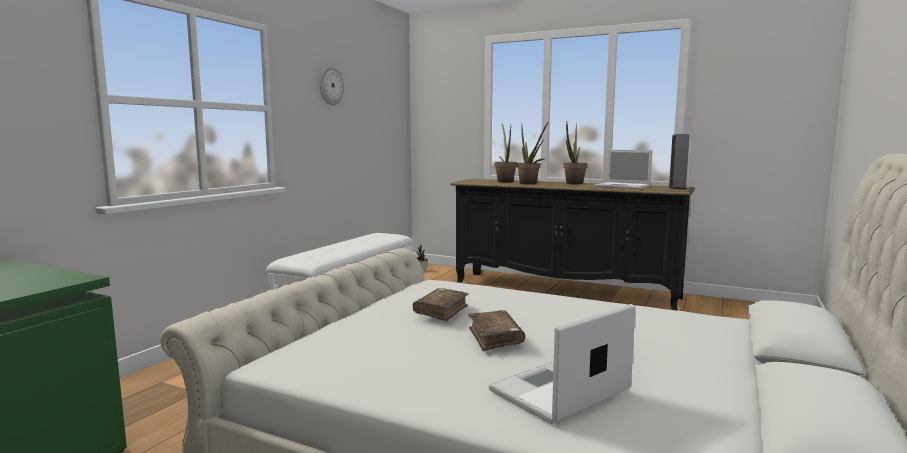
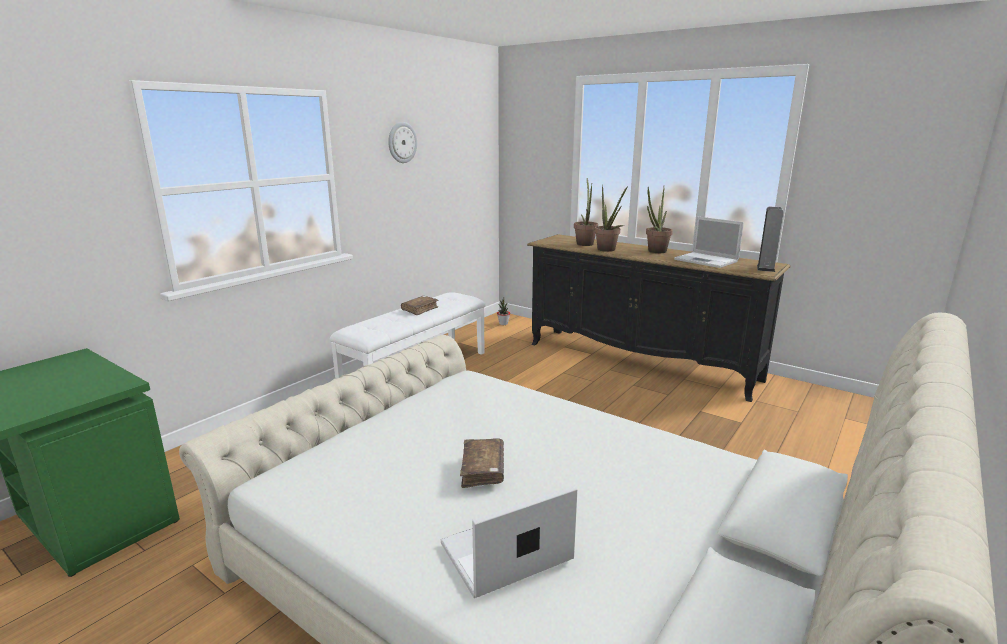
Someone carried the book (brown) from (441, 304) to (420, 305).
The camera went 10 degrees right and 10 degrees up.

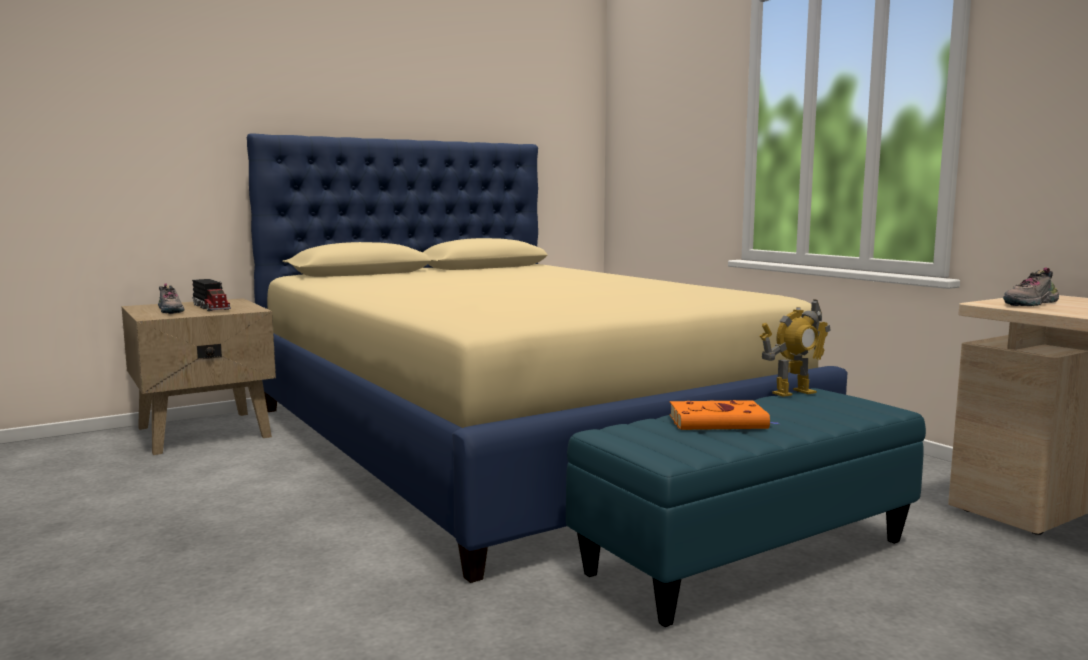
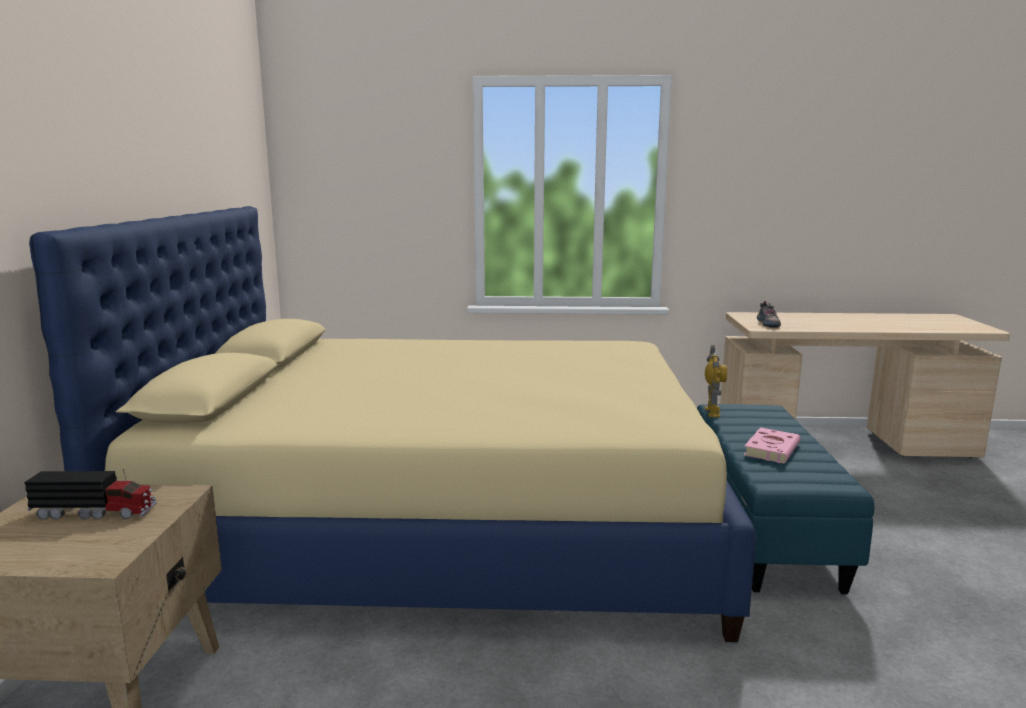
Someone took away the shoe at (171, 298).
Someone repainted the book (orange) at (724, 415), which became the book (pink) at (772, 445).
The camera went 55 degrees left and 5 degrees up.

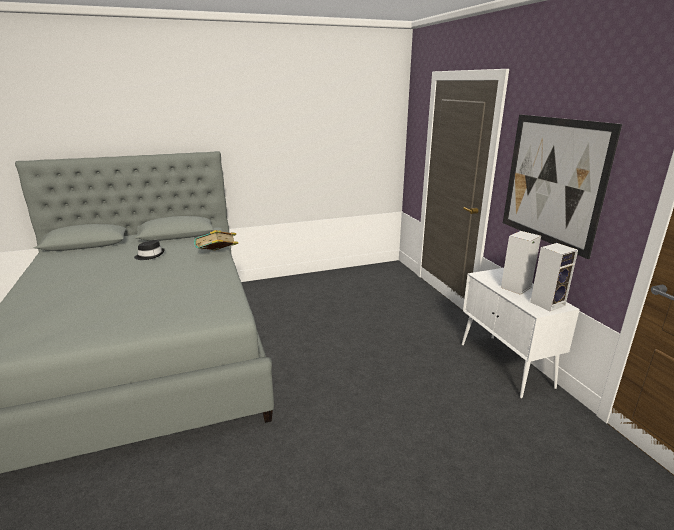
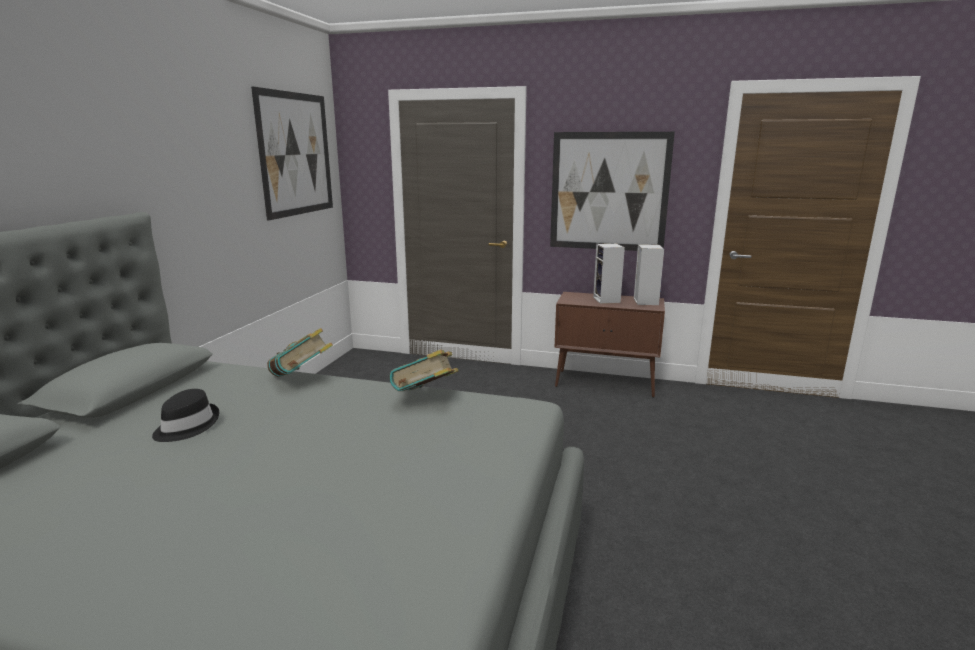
Someone repainted the cabinet (white) at (520, 333), which became the cabinet (brown) at (609, 345).
Someone put up the picture at (292, 154).
Someone put down the book at (424, 370).
The camera went 55 degrees left and 5 degrees down.

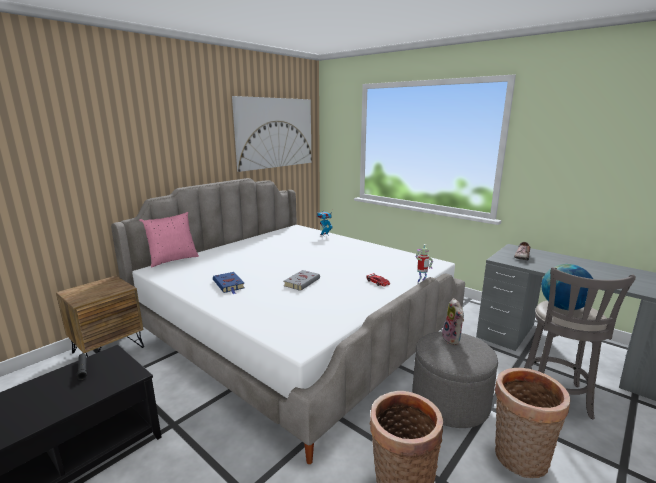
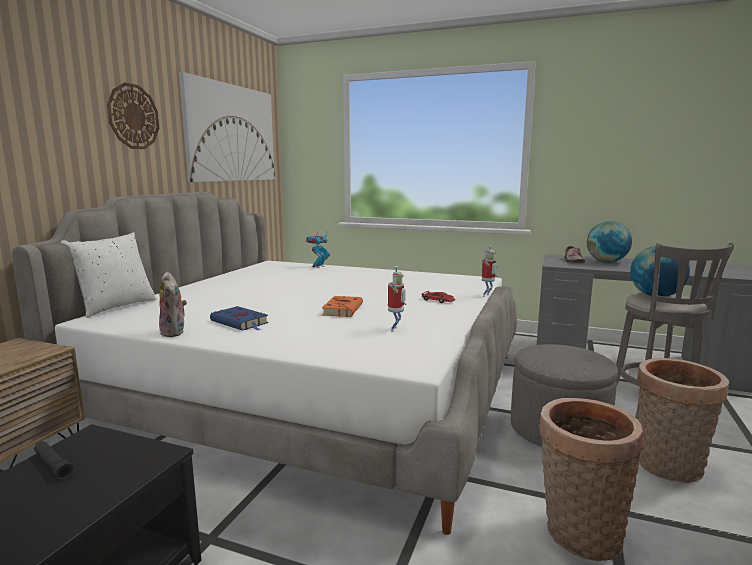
Someone repainted the pillow (pink) at (169, 240), which became the pillow (white) at (109, 275).
Someone repainted the book (grey) at (302, 280), which became the book (orange) at (342, 306).
Someone carried the plush toy from (453, 321) to (173, 304).
Someone put up the wall clock at (133, 115).
Someone put down the globe at (609, 242).
Someone put down the toy robot at (397, 299).
The camera went 20 degrees left and 5 degrees down.

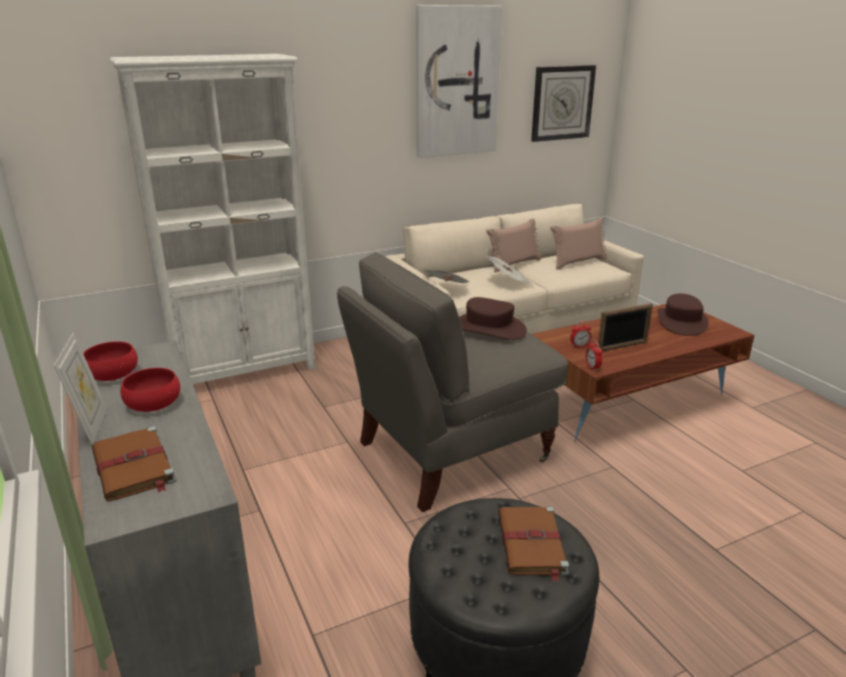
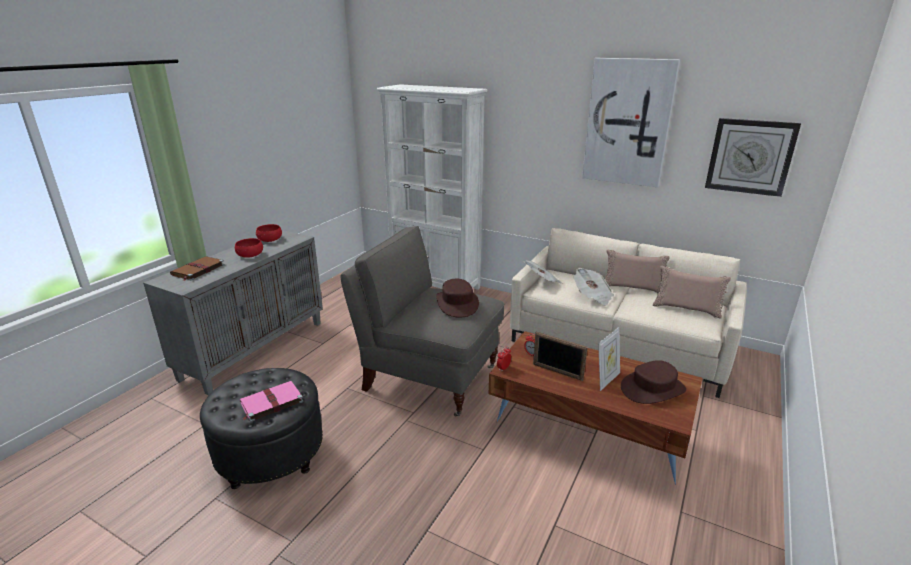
Someone carried the picture frame from (80, 389) to (609, 359).
Someone repainted the book (brown) at (533, 544), which became the book (pink) at (271, 401).
The camera went 55 degrees right and 0 degrees up.

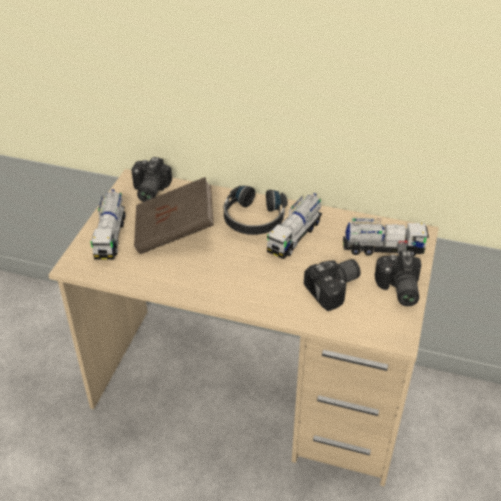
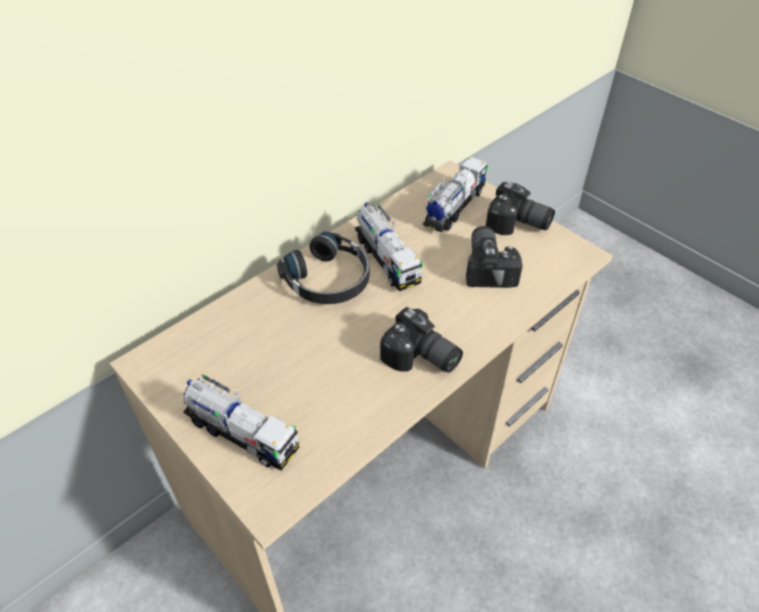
Someone carried the photo camera from (152, 179) to (421, 340).
Someone took away the book (brown) at (174, 215).
The camera went 60 degrees left and 5 degrees up.

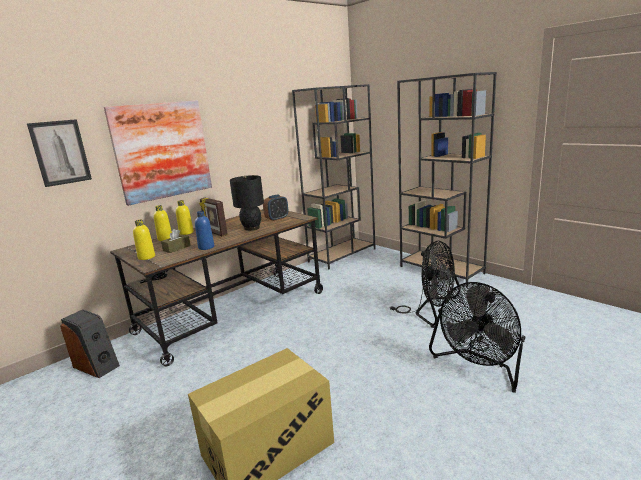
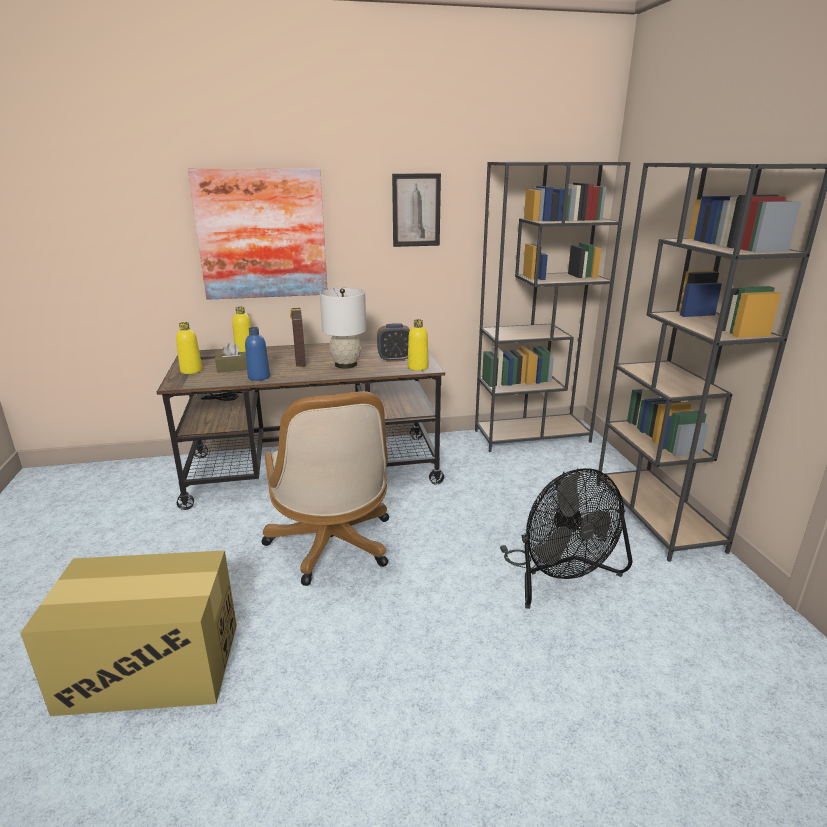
Someone carried the picture from (59, 153) to (416, 210).
Someone repainted the table lamp (black) at (247, 203), which became the table lamp (white) at (343, 328).
Someone carried the bottle (yellow) from (185, 217) to (418, 345).
Someone took away the fan (black) at (477, 337).
Someone took away the speaker at (90, 344).
Someone put down the office chair at (325, 488).
The camera went 30 degrees right and 5 degrees up.

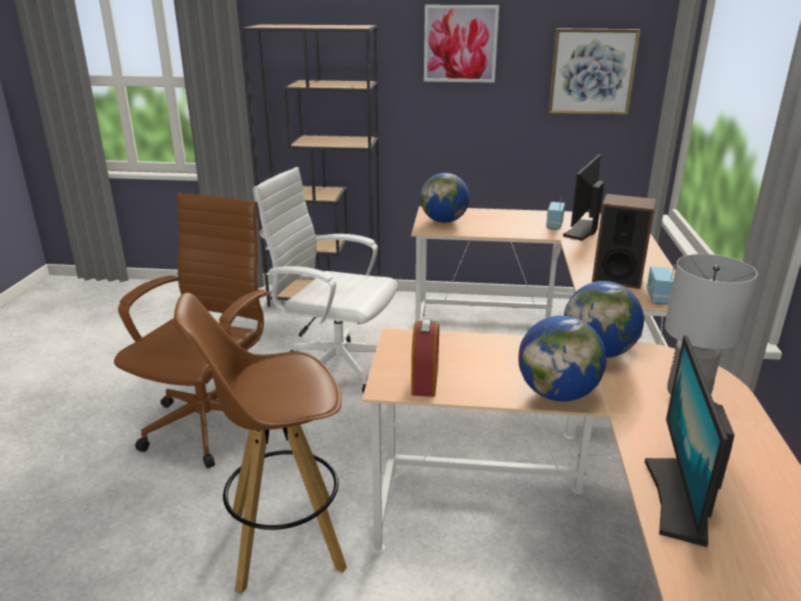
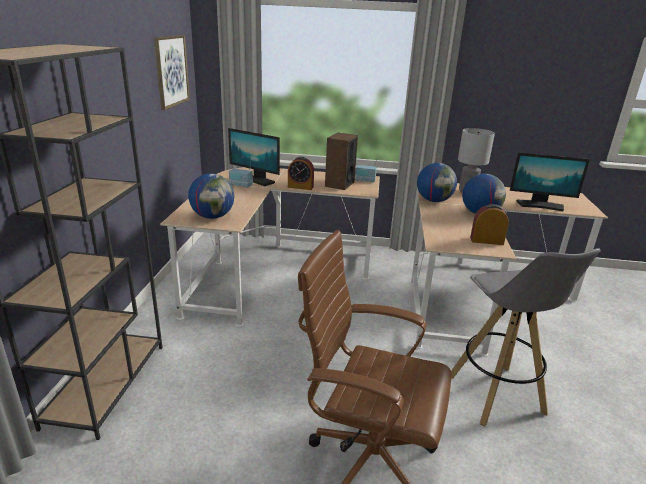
Someone took away the picture at (461, 44).
Someone took away the office chair (white) at (325, 280).
Someone repainted the stool (brown) at (260, 443), which became the stool (grey) at (526, 337).
Someone put down the alarm clock at (301, 173).
The camera went 90 degrees left and 0 degrees up.

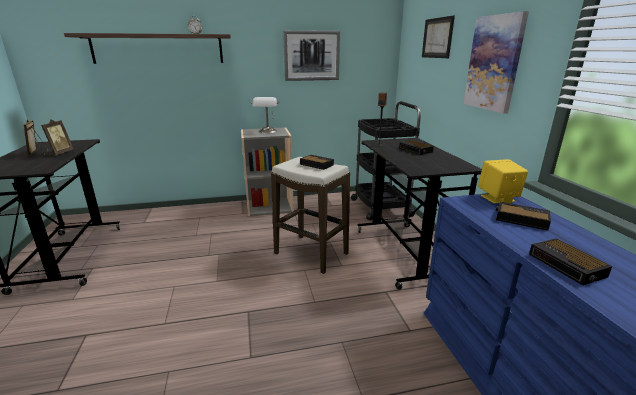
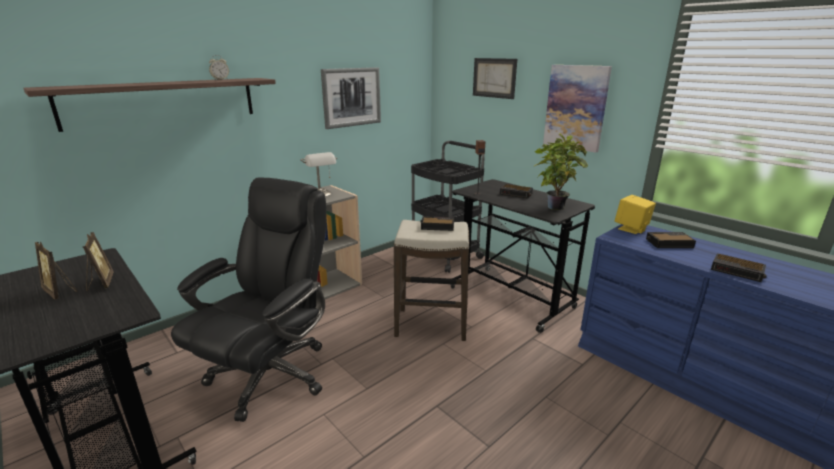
Someone put down the potted plant at (560, 172).
Someone put down the office chair (black) at (249, 299).
The camera went 30 degrees left and 0 degrees up.

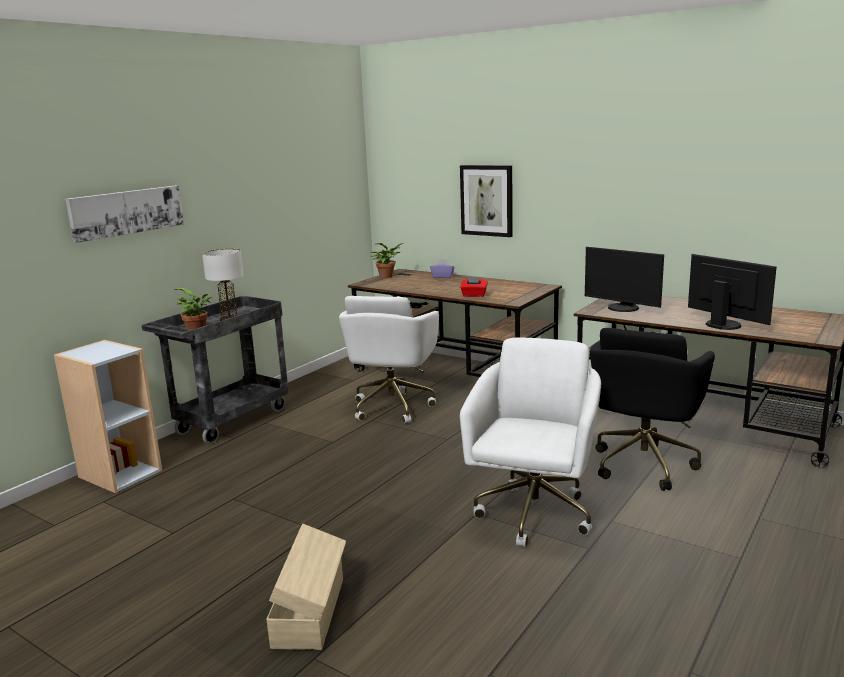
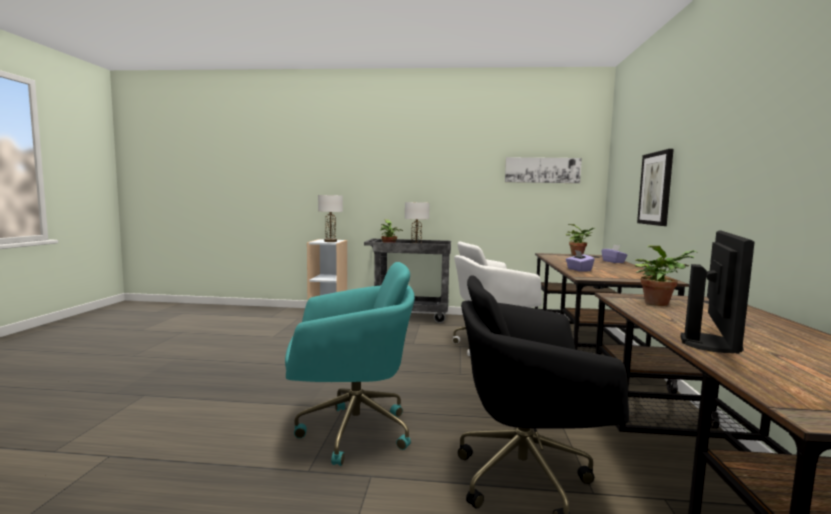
Someone carried the picture from (125, 214) to (543, 170).
Someone swapped the monitor at (624, 279) for the potted plant at (666, 275).
Someone repainted the tissue box (red) at (474, 286), which became the tissue box (purple) at (580, 261).
Someone repainted the office chair (white) at (530, 442), which became the office chair (turquoise) at (350, 364).
Someone took away the storage box (beige) at (306, 587).
Someone put down the table lamp at (330, 218).
The camera went 60 degrees right and 10 degrees down.

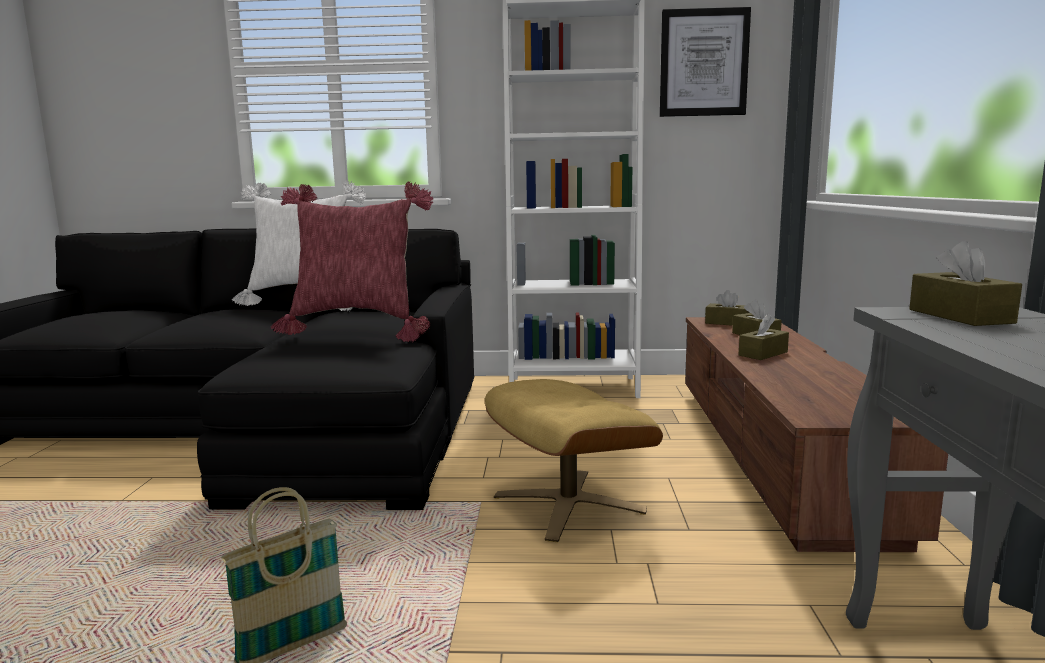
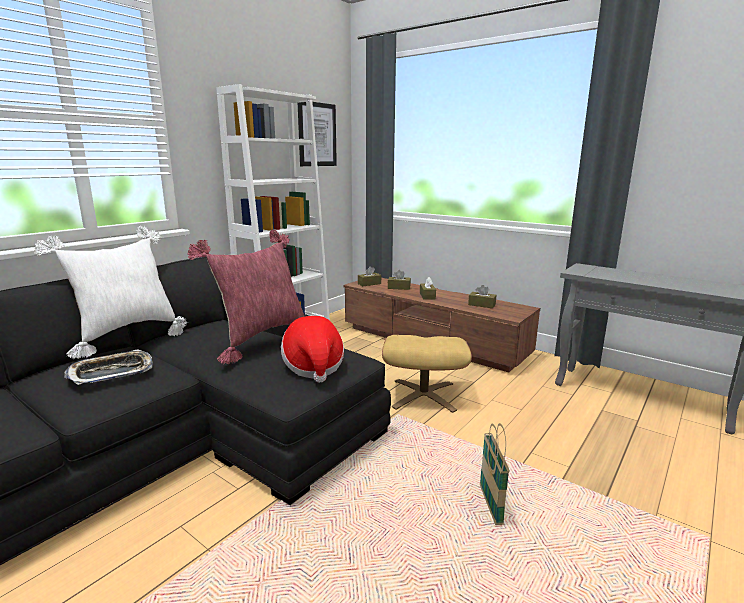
Someone carried the tissue box (brown) from (965, 283) to (482, 296).
Someone put down the hat at (312, 349).
Someone put down the tray at (108, 367).
The camera went 55 degrees left and 5 degrees up.

